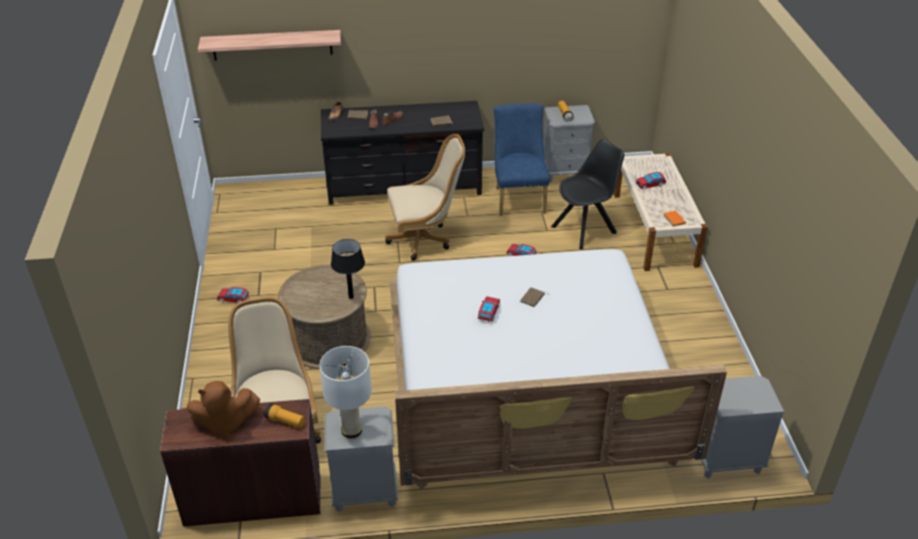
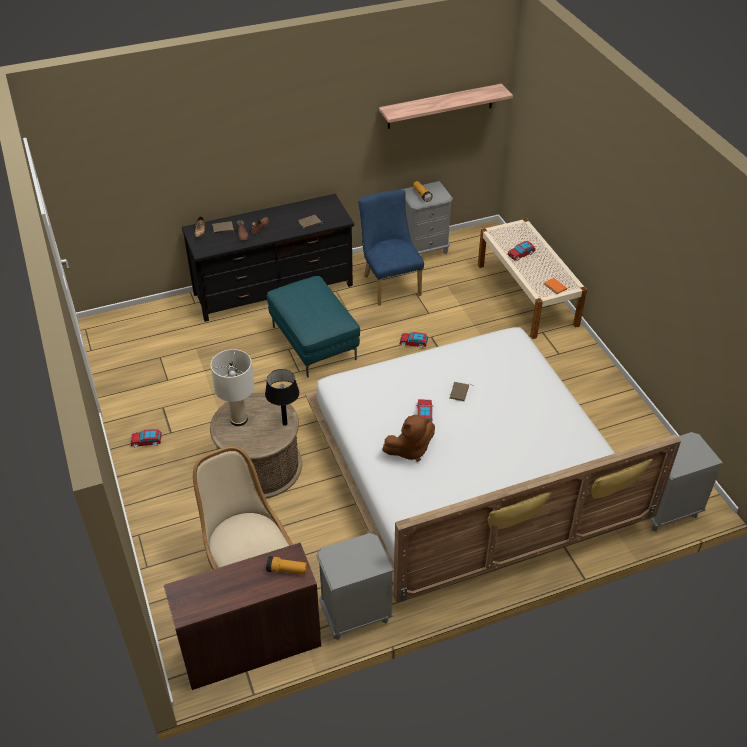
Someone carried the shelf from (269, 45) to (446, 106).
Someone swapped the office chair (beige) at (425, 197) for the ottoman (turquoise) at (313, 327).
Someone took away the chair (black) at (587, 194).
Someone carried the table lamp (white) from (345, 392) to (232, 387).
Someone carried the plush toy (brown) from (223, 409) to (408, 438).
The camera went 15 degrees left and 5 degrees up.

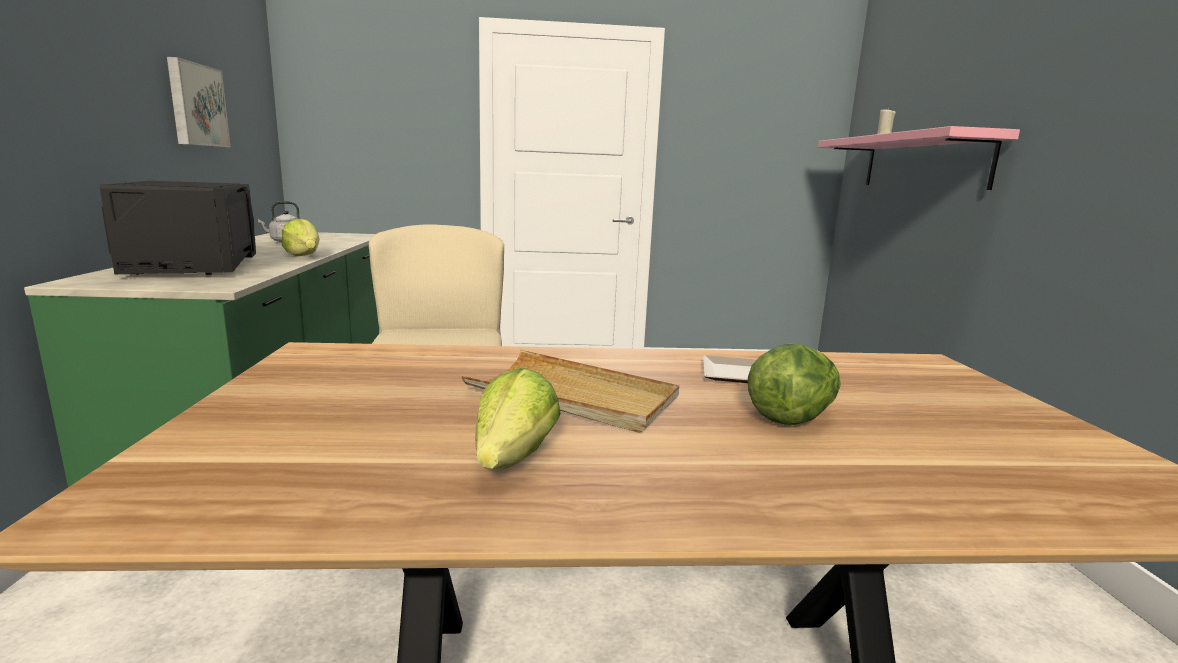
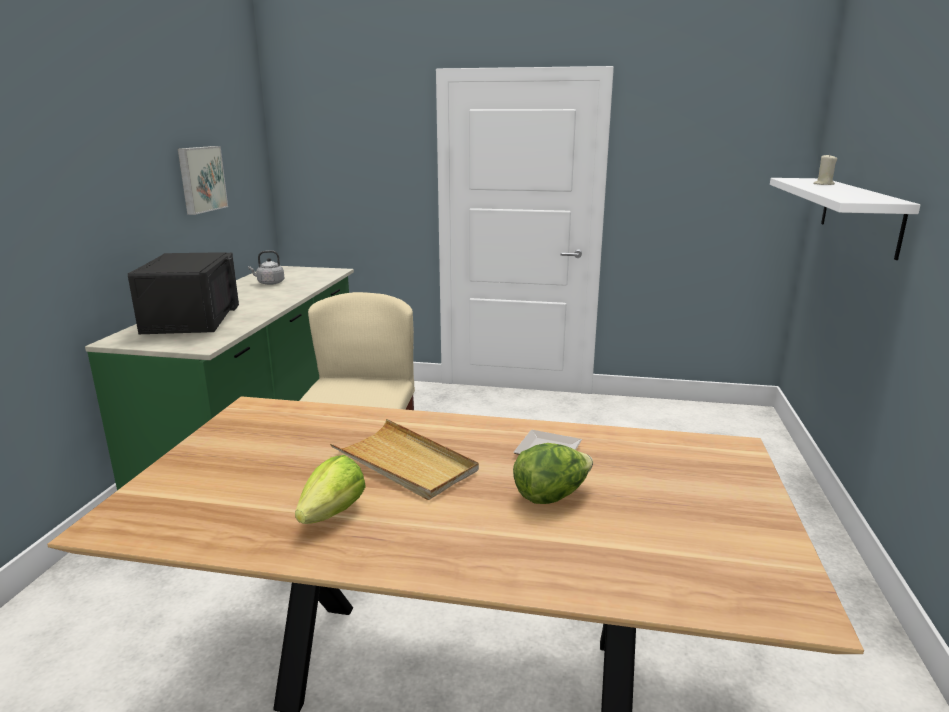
Someone repainted the shelf (pink) at (919, 158), which became the shelf (white) at (845, 219).
Someone took away the lettuce at (301, 237).
The camera went 15 degrees right and 5 degrees up.

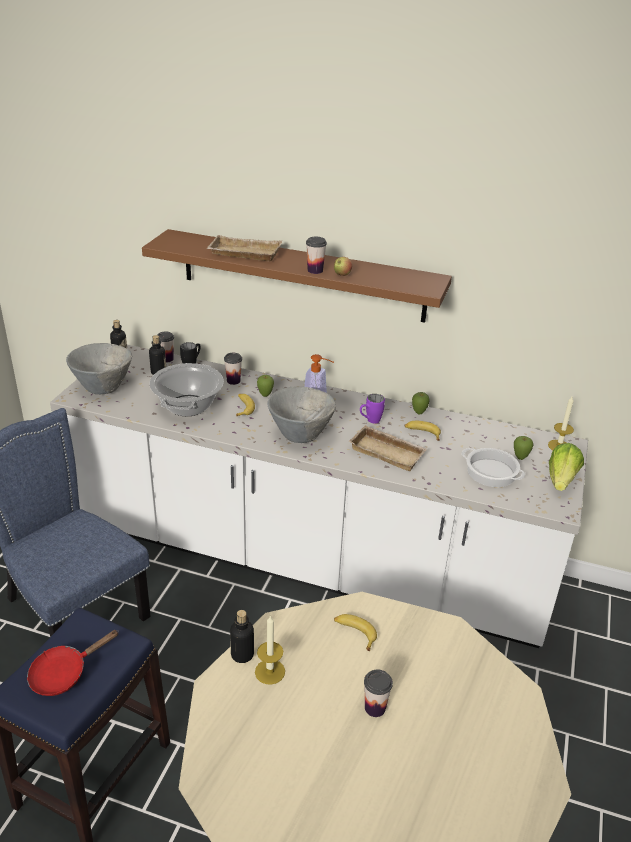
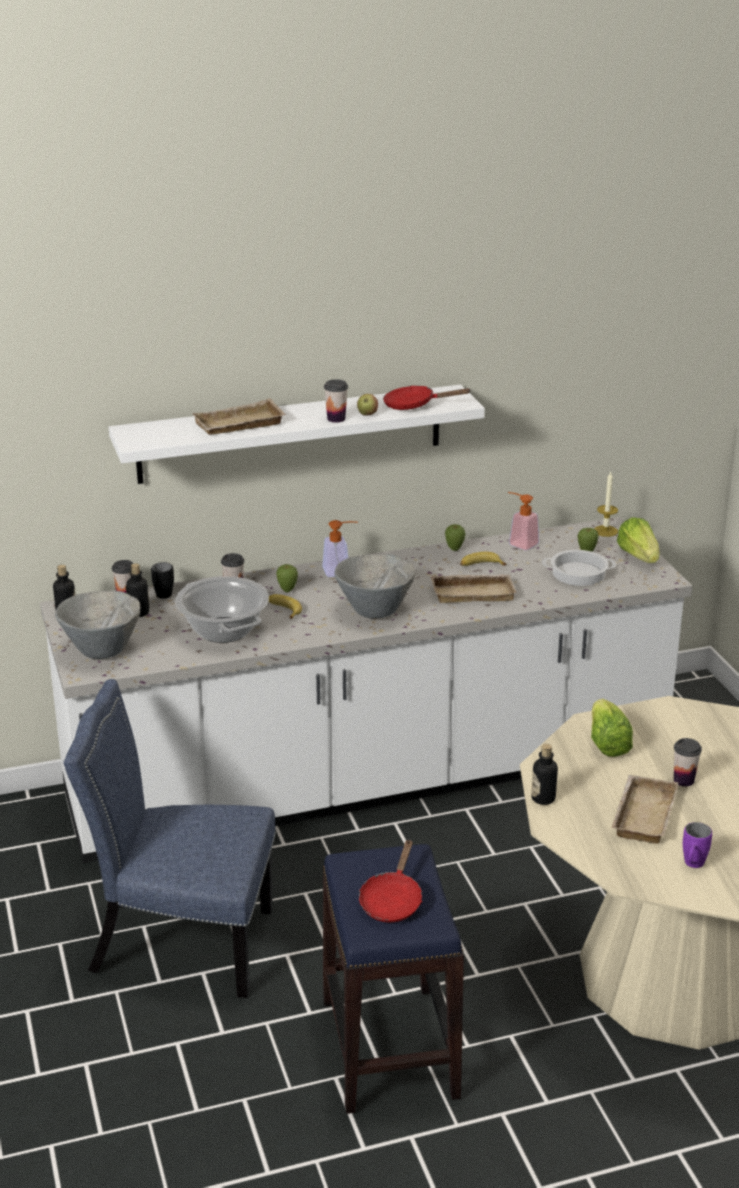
Someone repainted the shelf (brown) at (297, 276), which became the shelf (white) at (297, 434).
Someone carried the mug (purple) from (372, 408) to (697, 845).
Someone swapped the banana at (355, 632) for the lettuce at (612, 728).
Someone took away the candle at (270, 650).
Someone put down the frying pan (red) at (427, 398).
Someone put down the soap dispenser at (523, 521).
Someone put down the tray (beige) at (645, 809).
The camera went 35 degrees left and 5 degrees down.

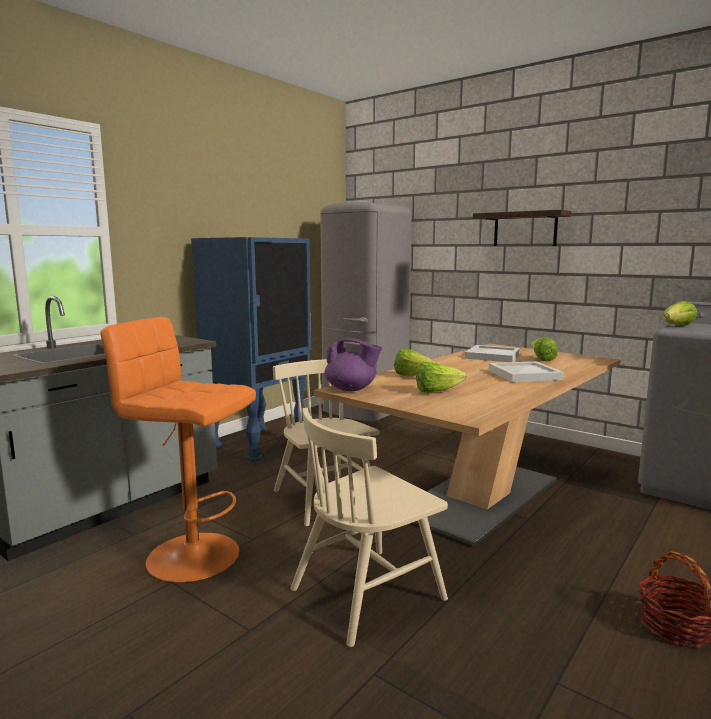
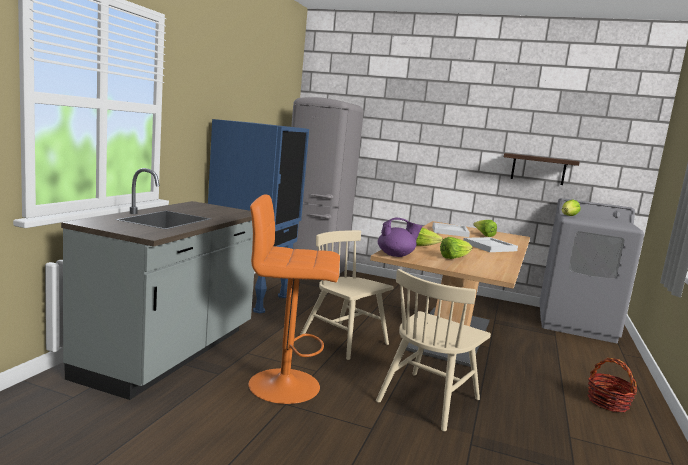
Someone carried the shelf from (522, 228) to (542, 169).
The camera went 20 degrees left and 0 degrees up.

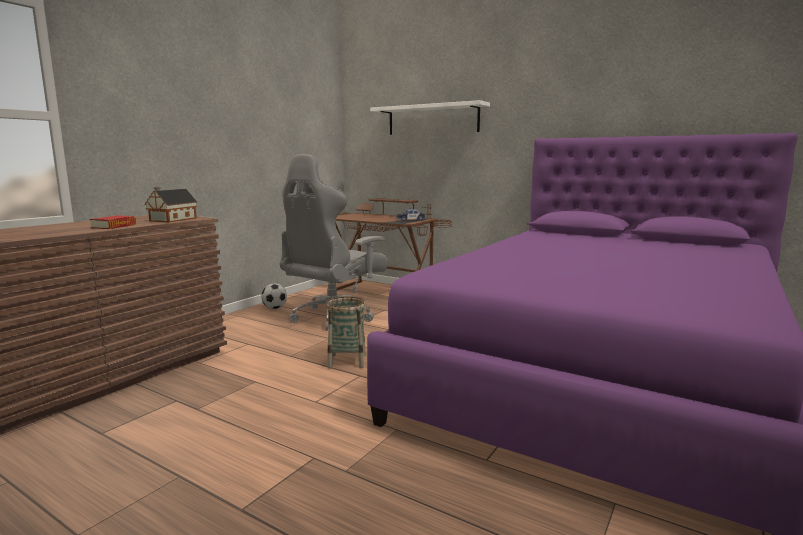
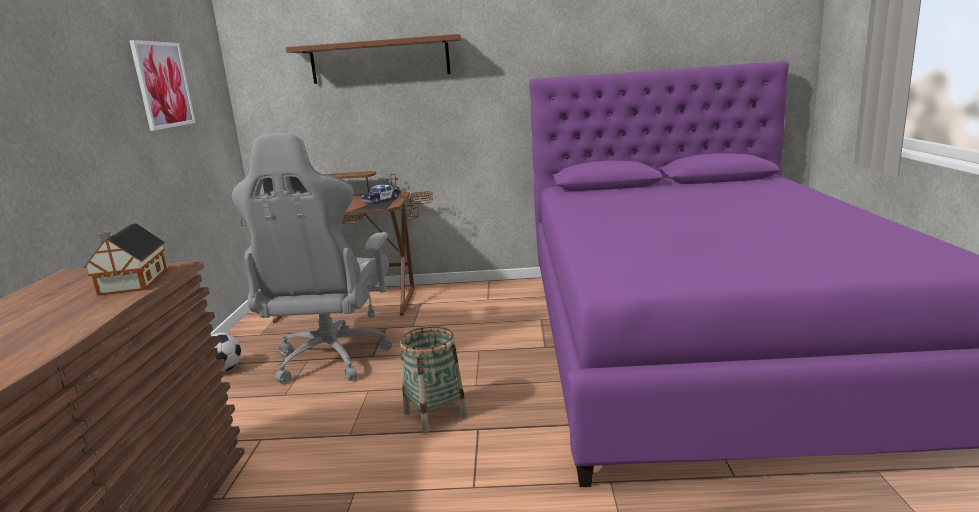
Someone repainted the shelf (white) at (430, 117), which became the shelf (brown) at (373, 59).
Someone took away the book at (113, 222).
Someone put up the picture at (162, 85).
The camera went 30 degrees left and 5 degrees up.

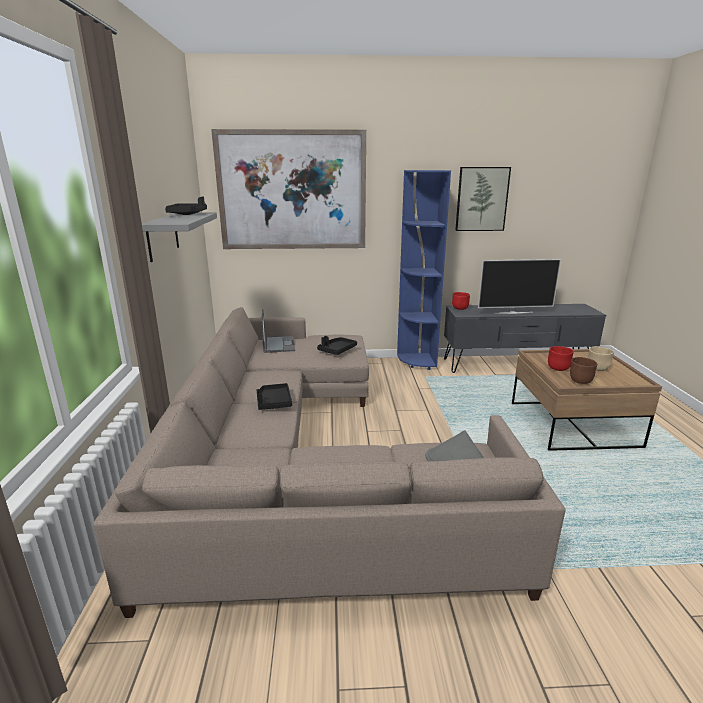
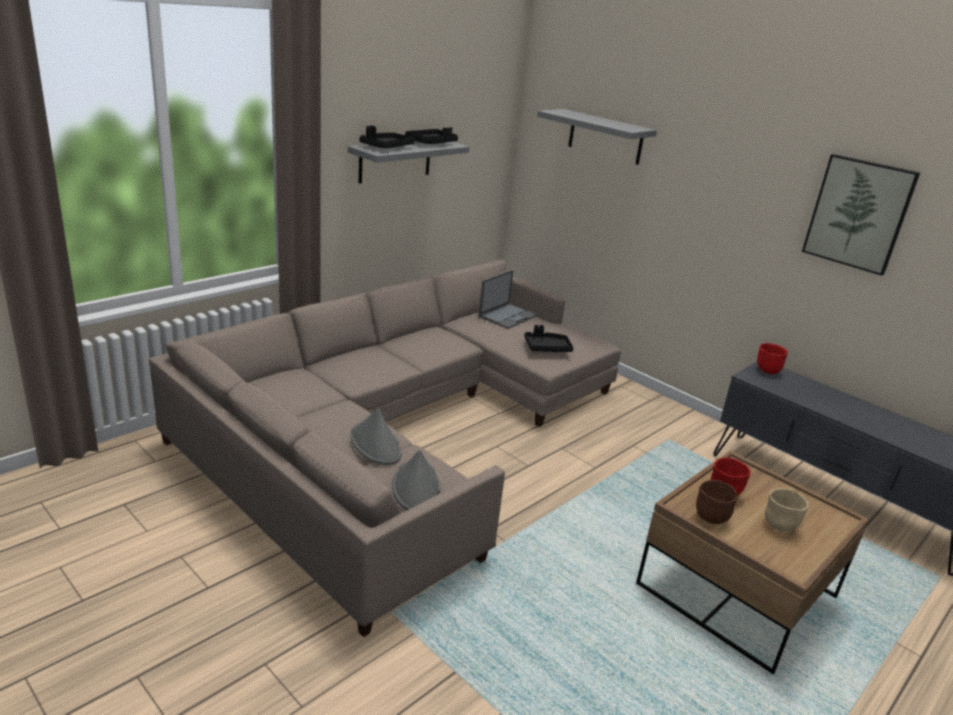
Someone swapped the picture at (288, 189) for the shelf (grey) at (597, 137).
Someone took away the bookcase (blue) at (424, 270).
Someone took away the television at (519, 286).
Someone carried the tray (black) from (274, 396) to (387, 136).
Someone put down the hat (grey) at (376, 436).
The camera went 45 degrees right and 5 degrees up.

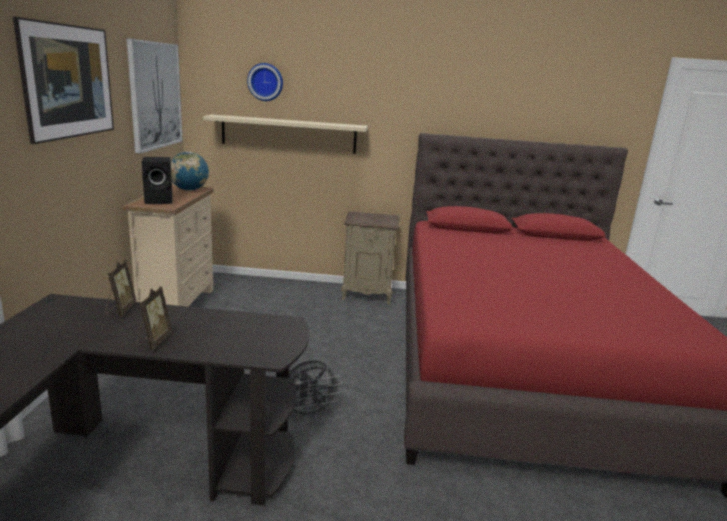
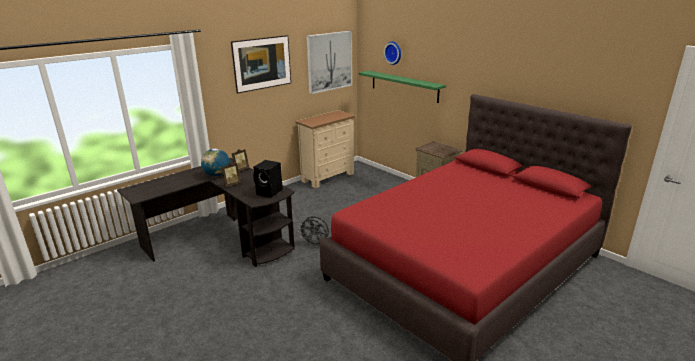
Someone repainted the shelf (beige) at (285, 134), which became the shelf (green) at (402, 87).
Someone carried the globe from (190, 171) to (215, 162).
Someone carried the speaker (black) from (157, 180) to (268, 179).
The camera went 45 degrees right and 5 degrees up.

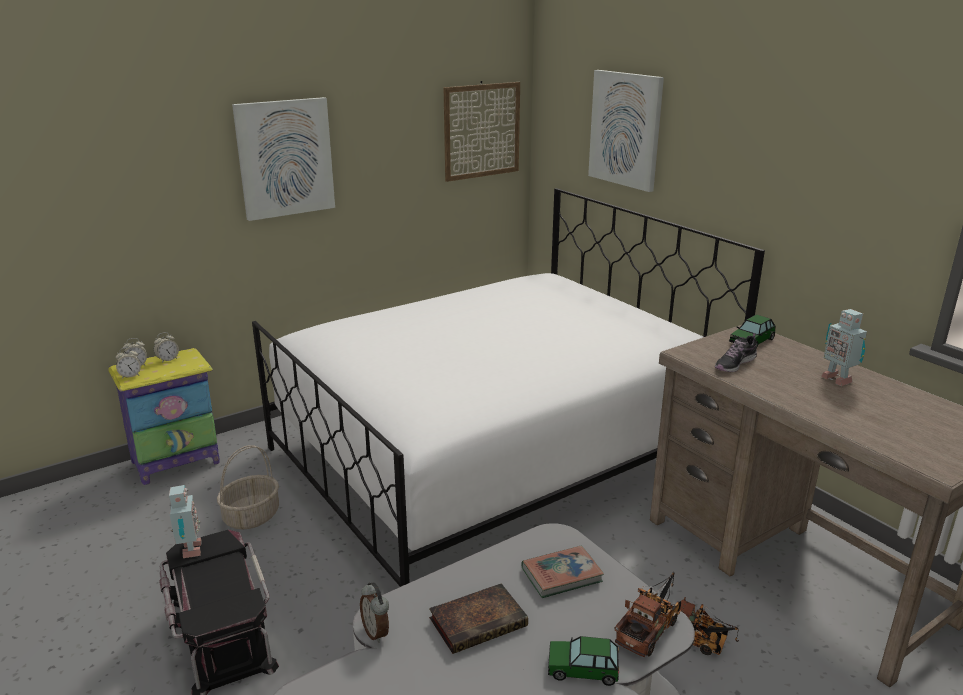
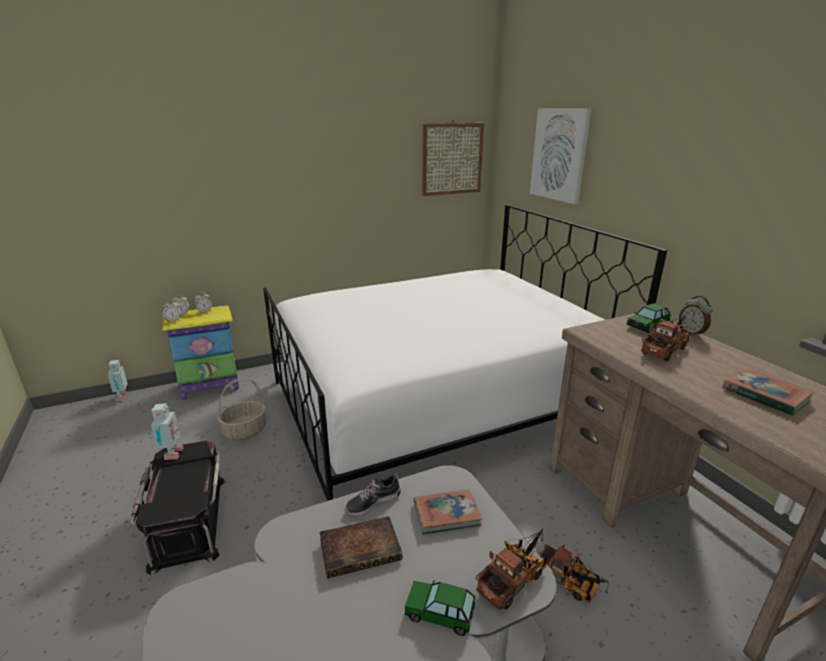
Someone took away the picture at (283, 159).
Someone carried the toy robot from (844, 347) to (118, 381).
Someone carried the shoe from (736, 352) to (373, 494).
Someone carried the alarm clock from (374, 612) to (696, 316).
Someone put down the toy truck at (665, 338).
Someone put down the book at (768, 392).
The camera went 10 degrees right and 0 degrees up.

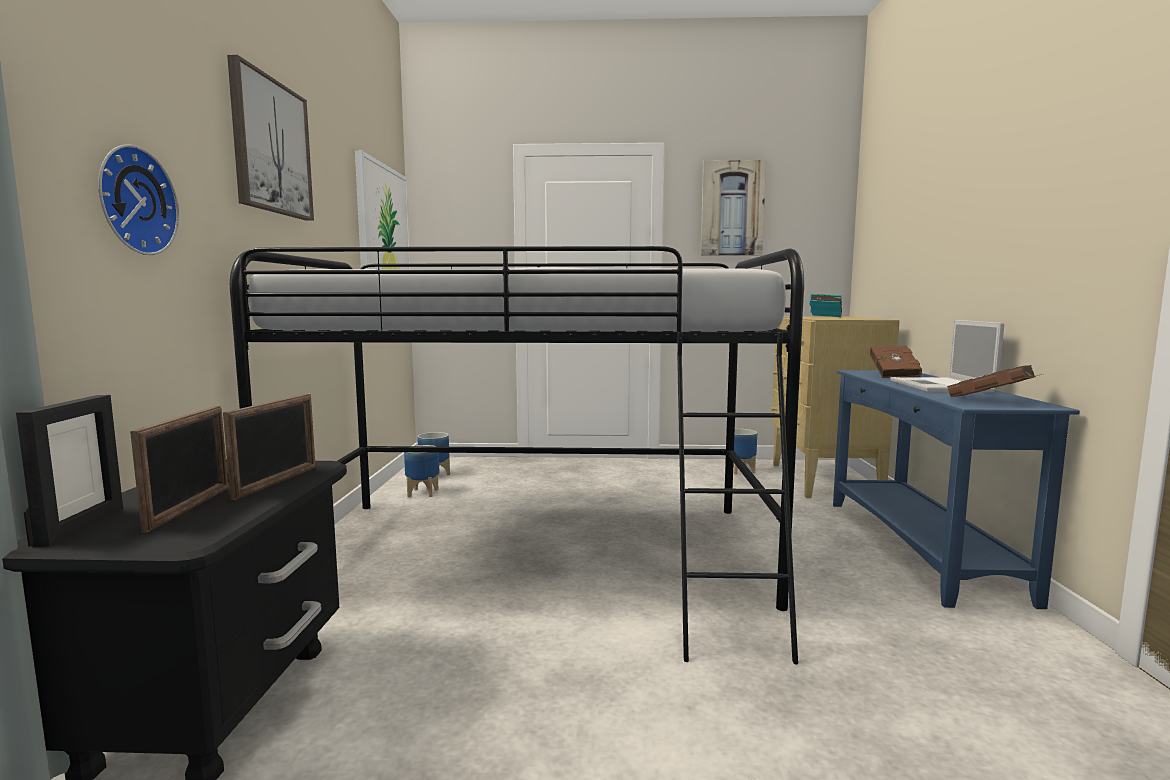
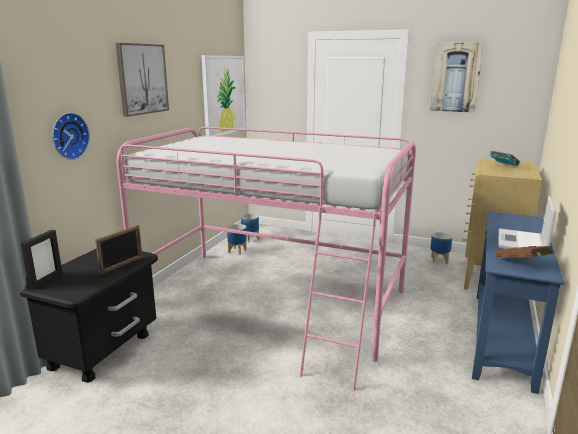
Someone repainted the bed (black) at (517, 455), which became the bed (pink) at (266, 259).
Someone took away the book (brown) at (896, 362).
Someone took away the picture frame at (179, 469).
The camera went 20 degrees right and 10 degrees up.

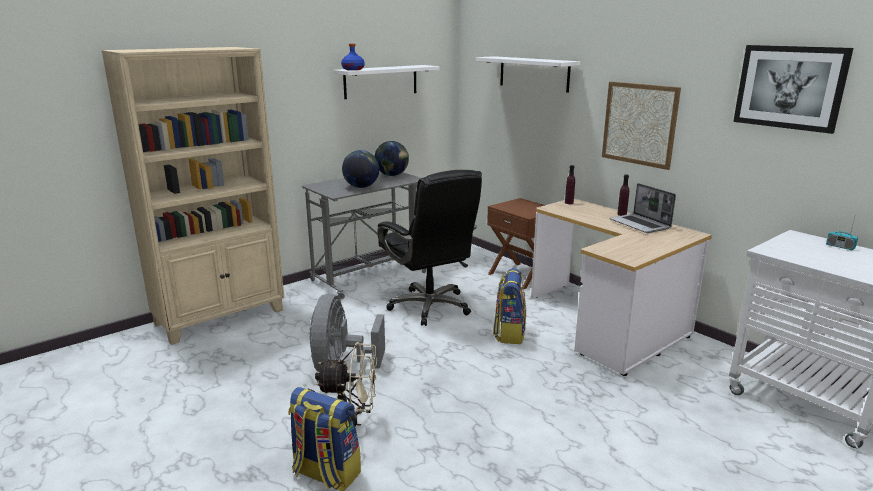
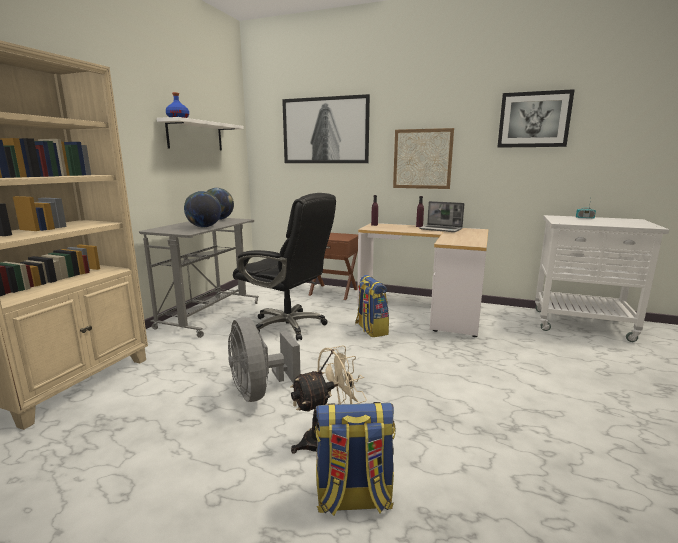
Someone swapped the shelf (white) at (528, 74) for the picture at (326, 128).
The camera went 30 degrees left and 5 degrees down.

